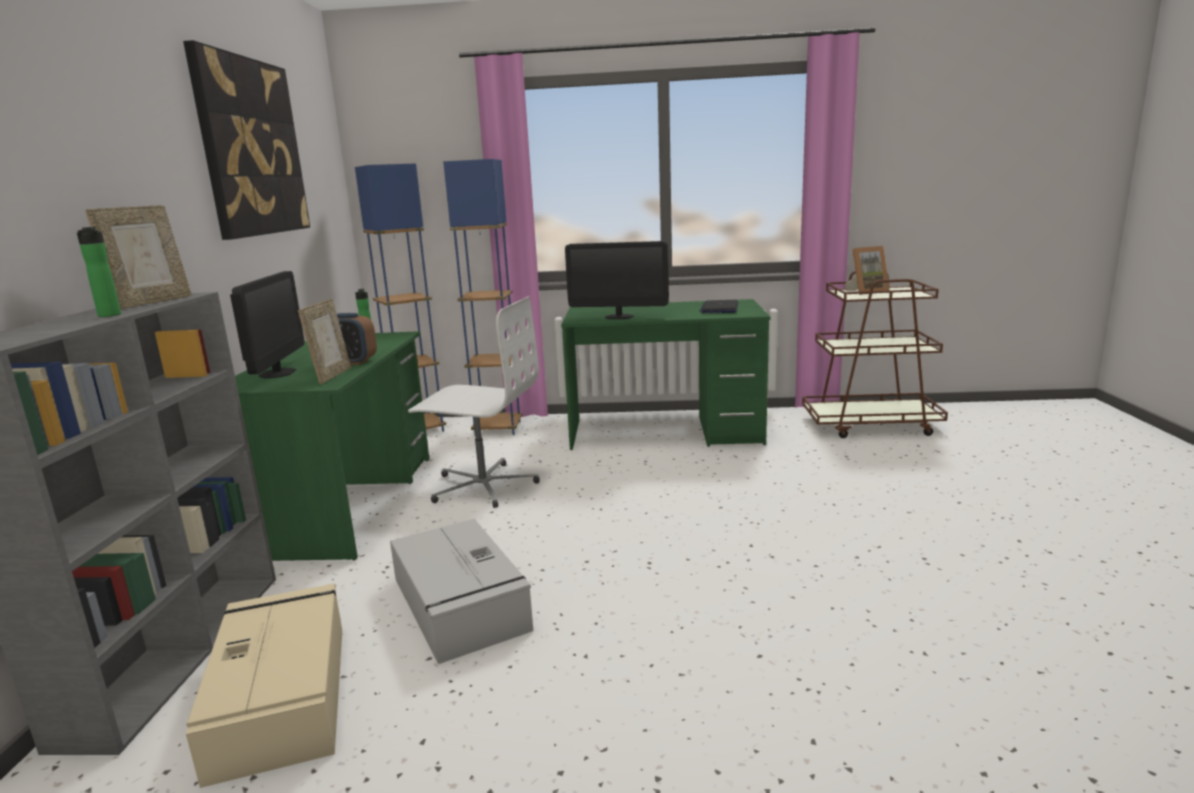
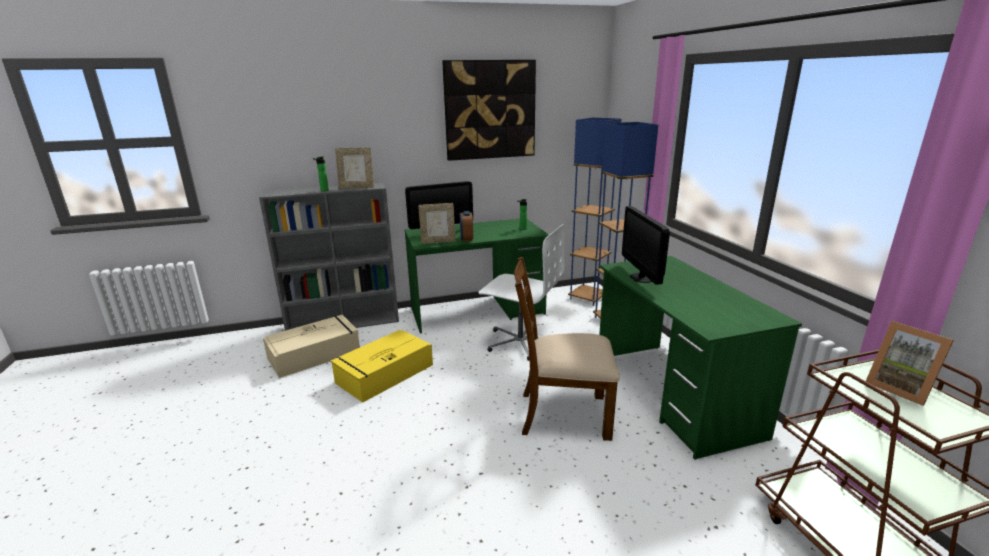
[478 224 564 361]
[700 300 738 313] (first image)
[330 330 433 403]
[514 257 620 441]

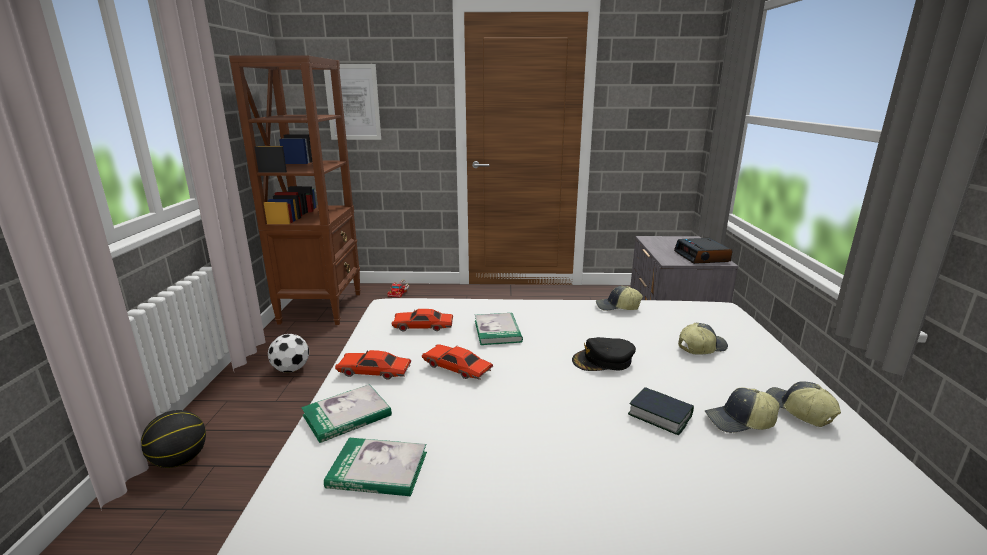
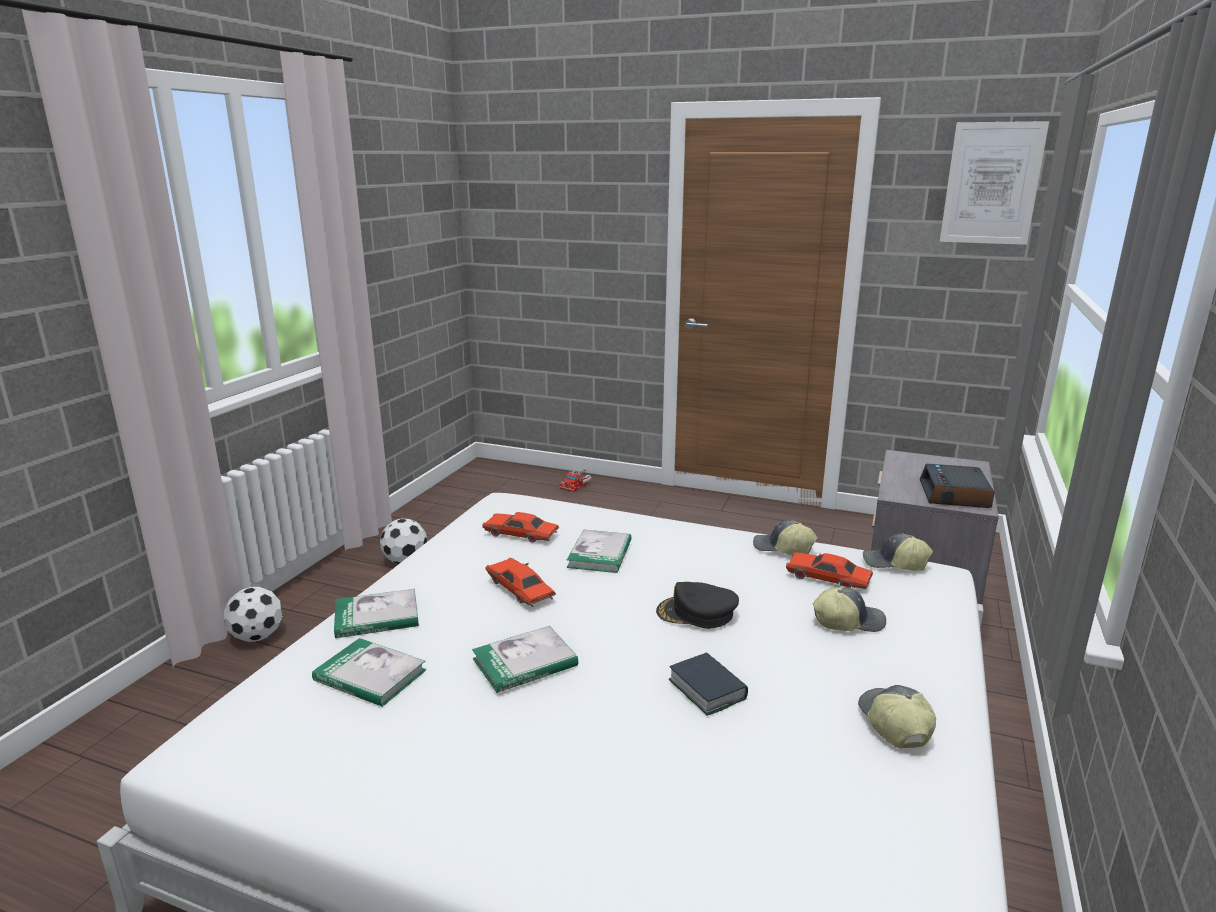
[229 55 361 325] (first image)
[940 121 1049 245]
[786 552 873 589]
[863 534 933 571]
[224 587 283 642]
[472 626 578 693]

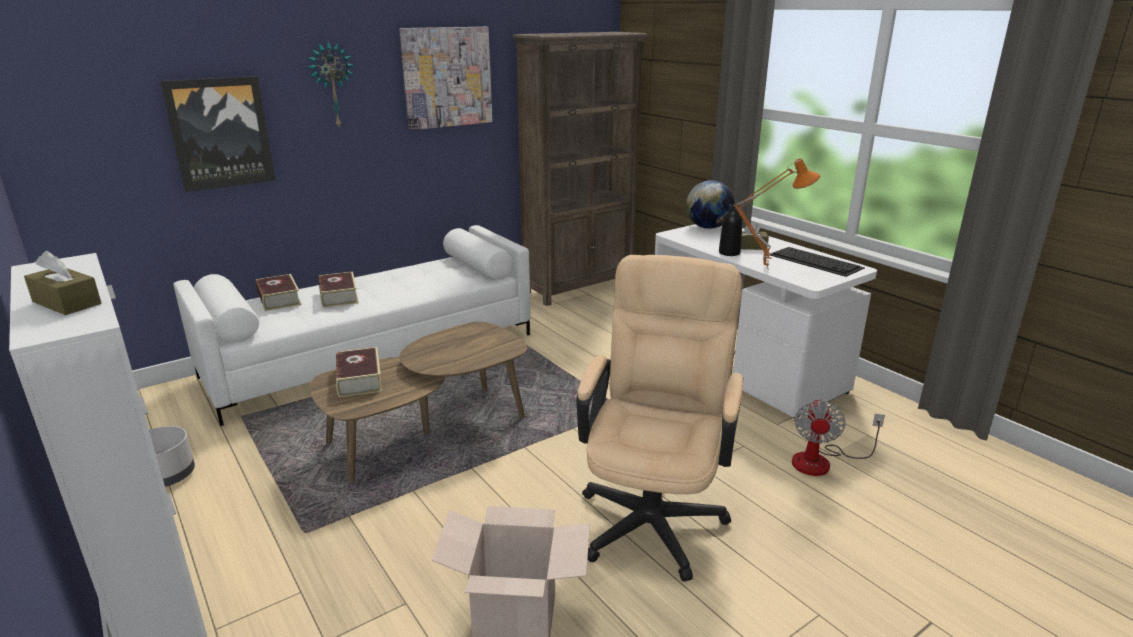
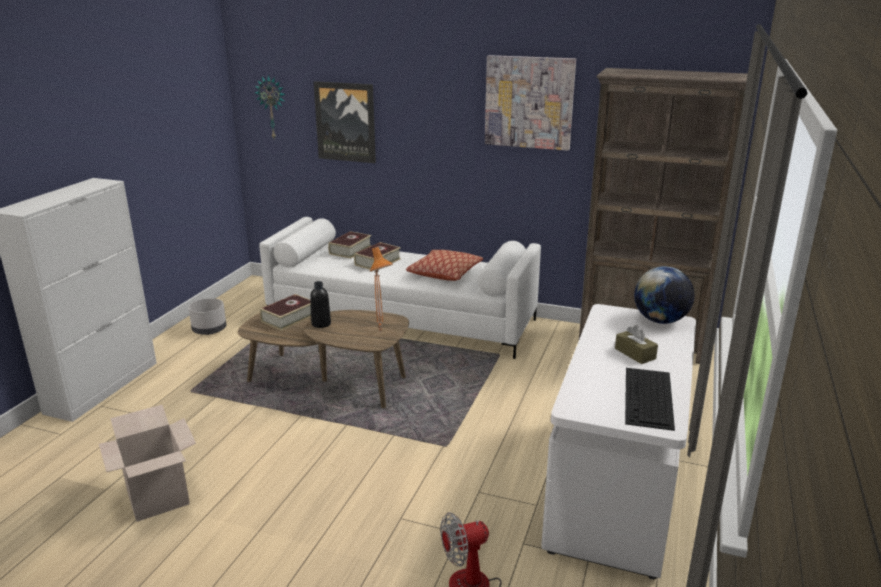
[255 75 285 138]
[370 247 393 334]
[310 281 331 328]
[24 251 101 315] (first image)
[576 255 743 582] (first image)
[406 250 483 281]

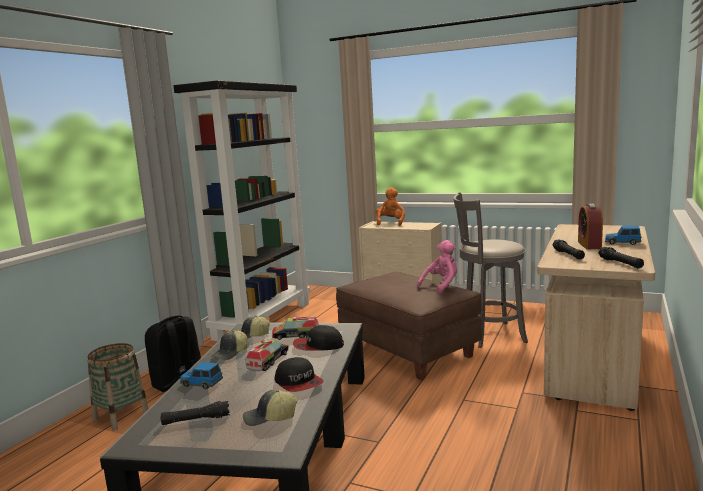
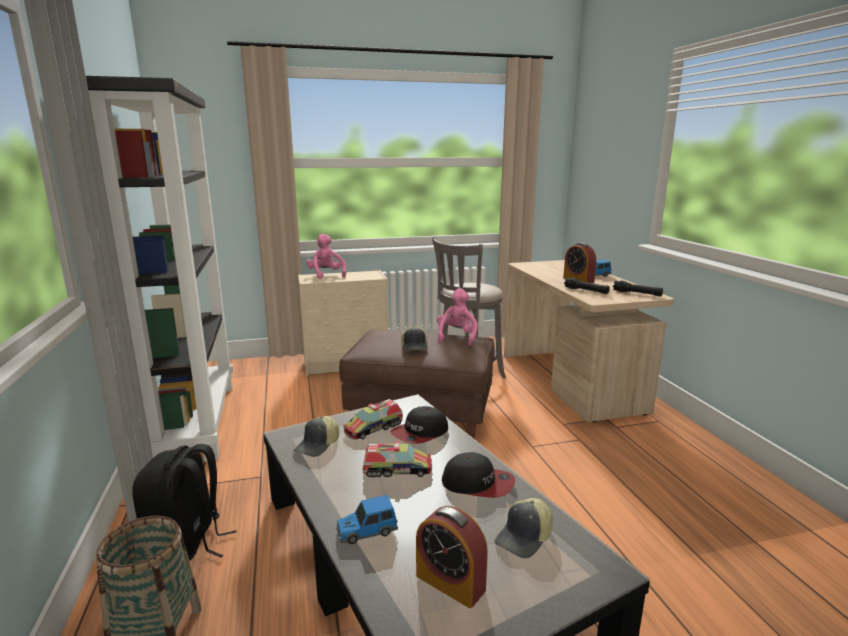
[306 234 346 279]
[401 326 428 352]
[362 441 432 477]
[416 506 488 608]

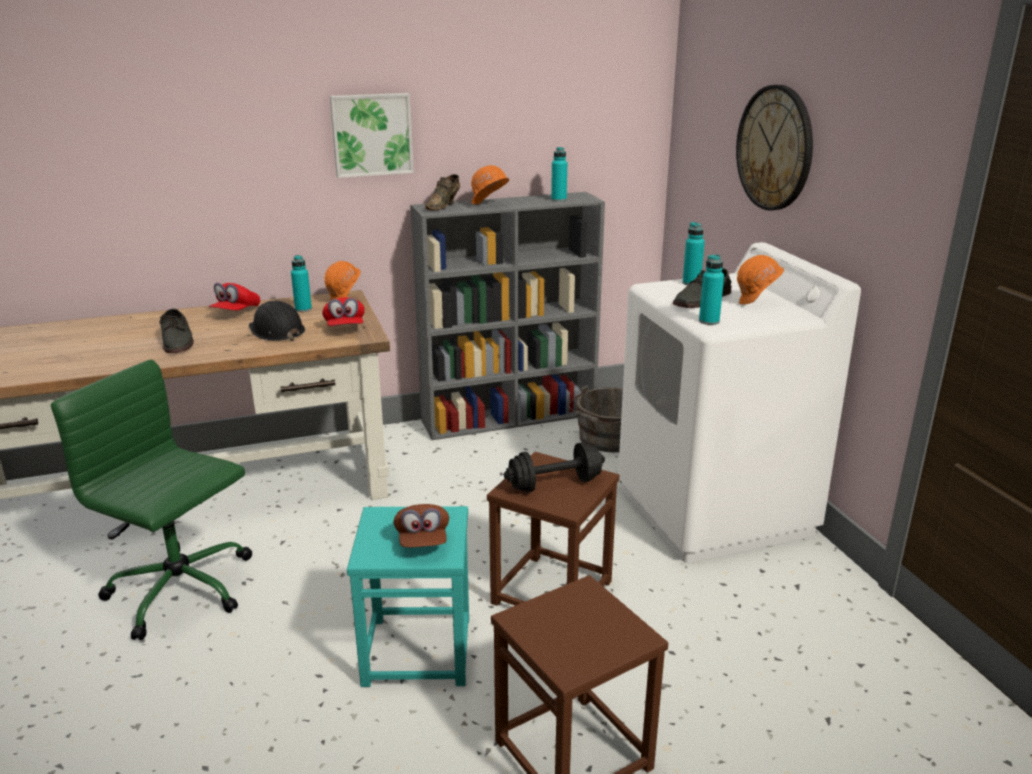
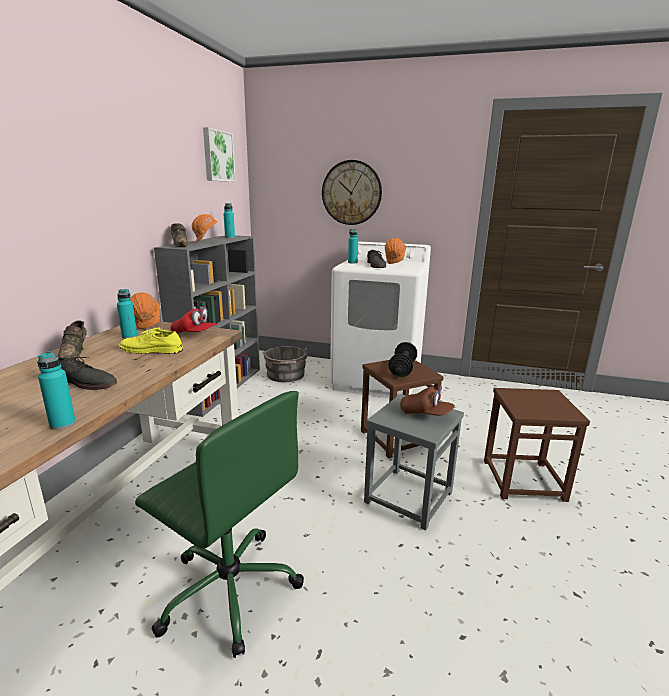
[203 127 236 182]
[37 351 76 430]
[58 321 87 358]
[119 328 183 354]
[135 391 304 658]
[364 394 464 531]

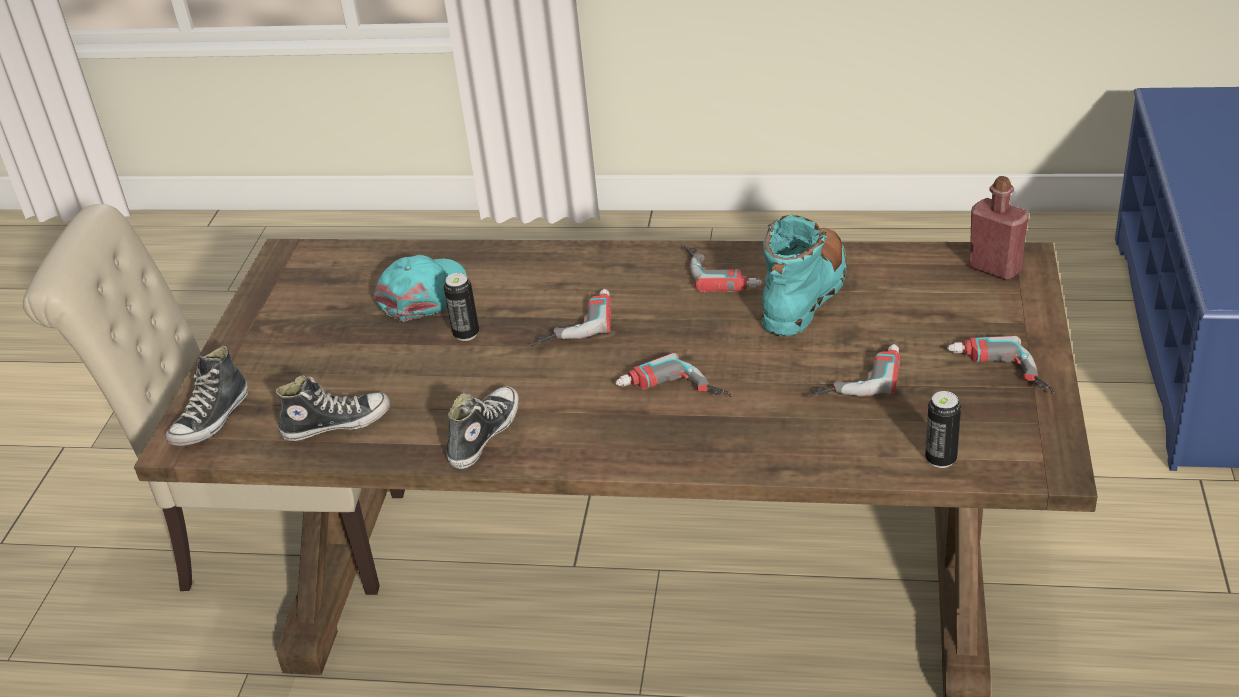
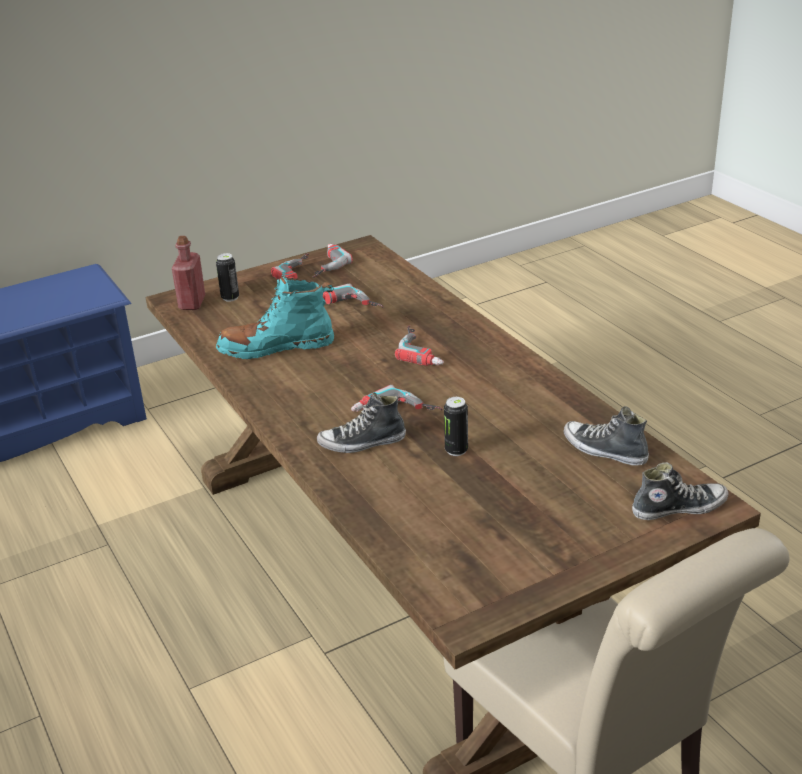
[313 244 353 278]
[374 255 467 322] (first image)
[317 393 406 453]
[216 253 239 302]

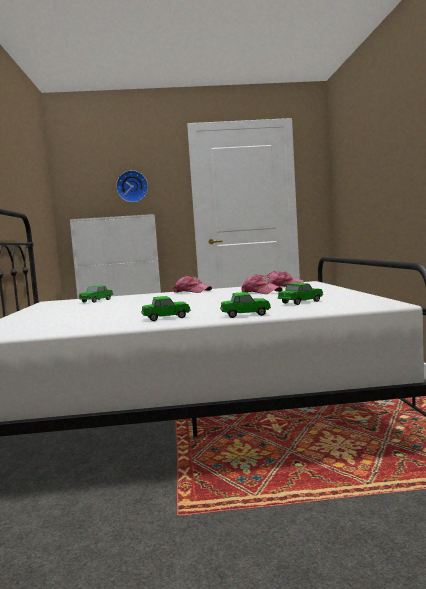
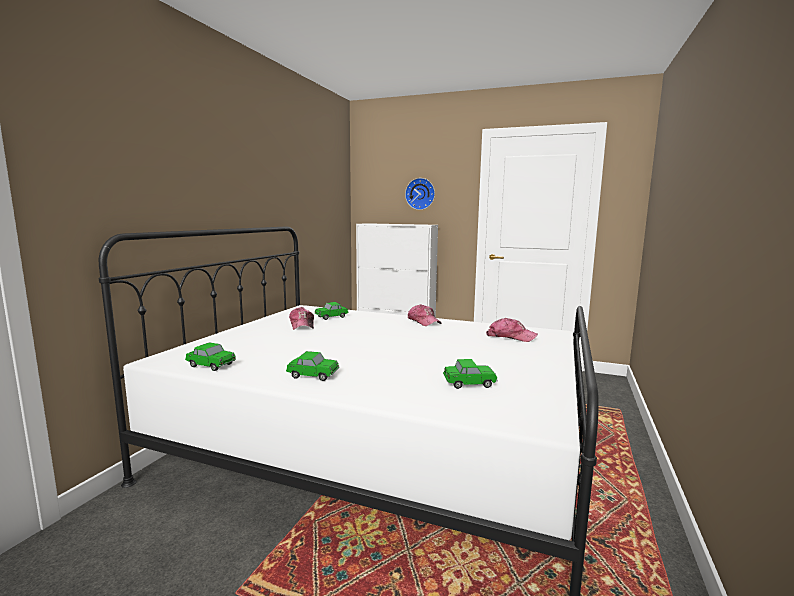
[289 307 314 330]
[185 342 236 371]

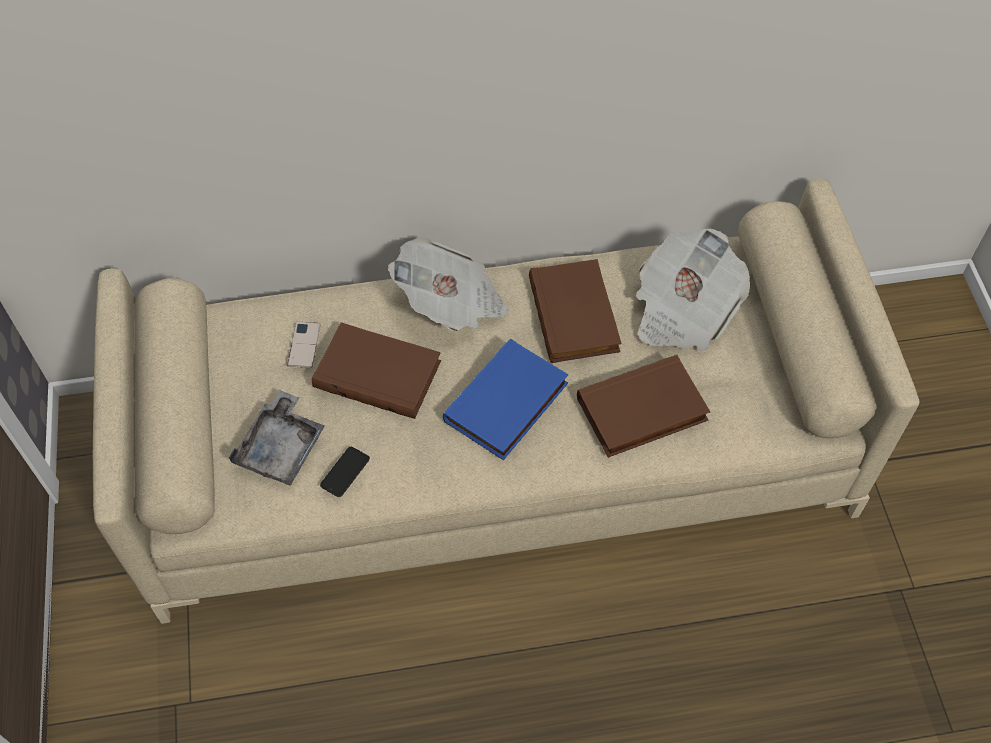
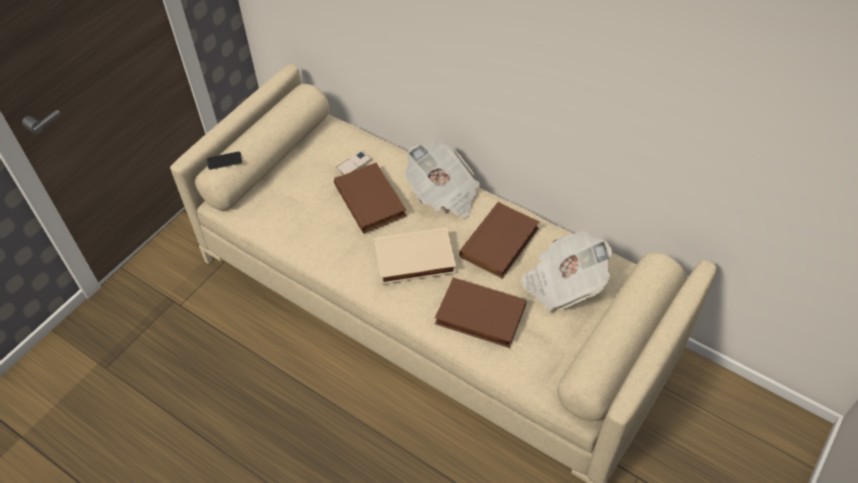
[374 227 456 284]
[229 390 325 486] (first image)
[207 152 242 170]

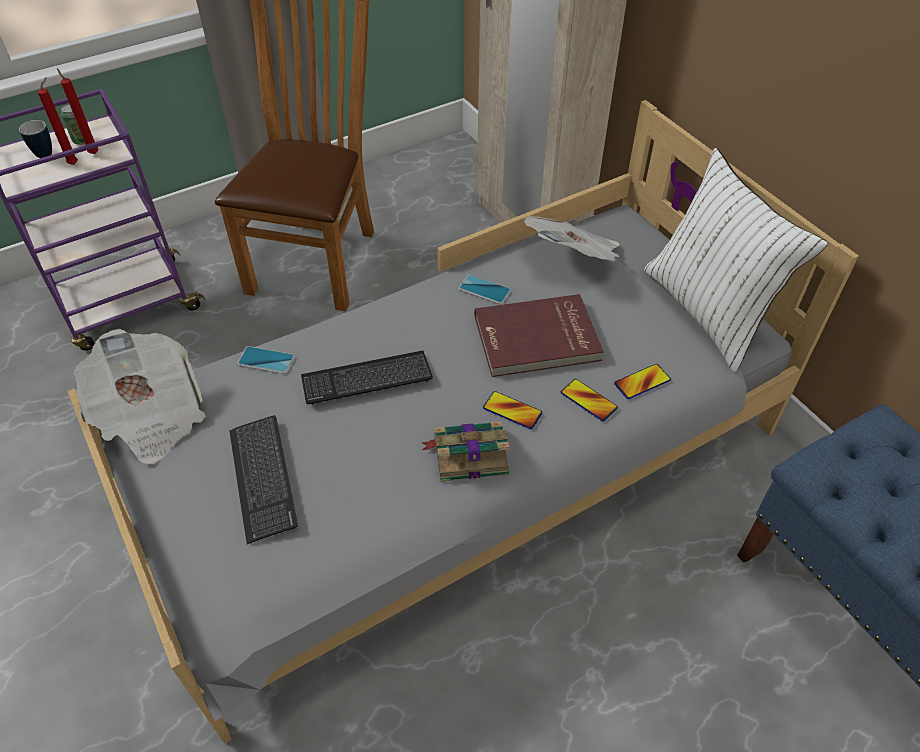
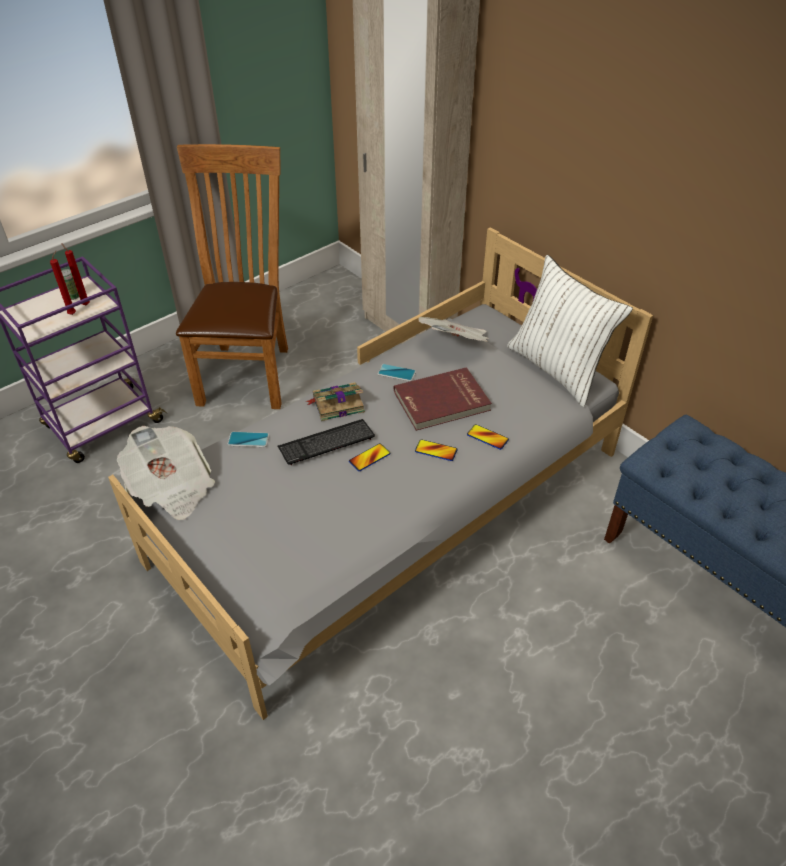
[19 120 52 158] (first image)
[349 443 391 471]
[229 415 298 544] (first image)
[306 382 365 421]

